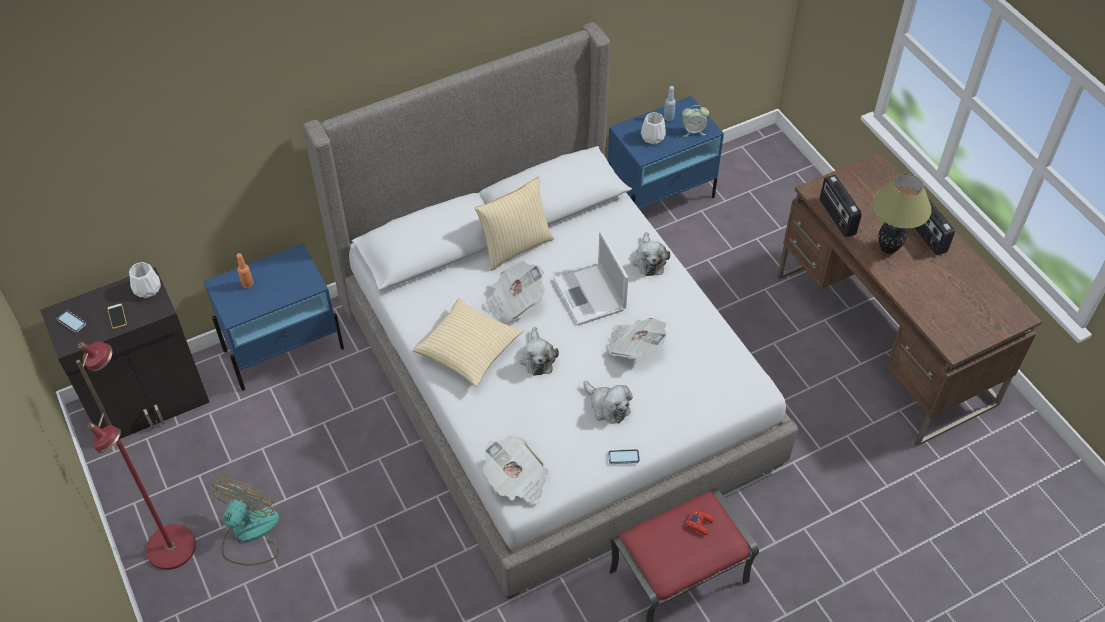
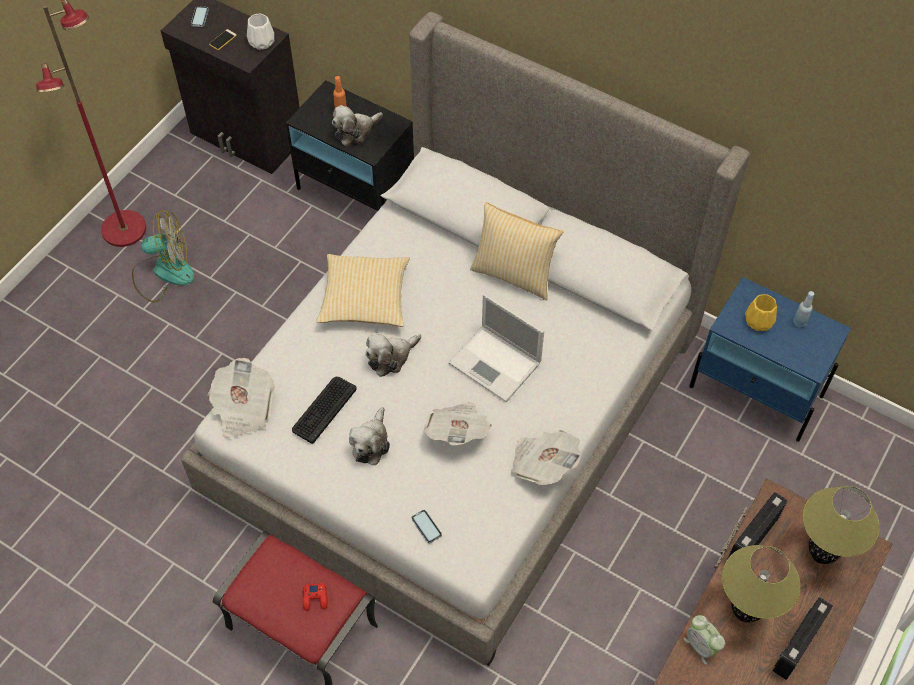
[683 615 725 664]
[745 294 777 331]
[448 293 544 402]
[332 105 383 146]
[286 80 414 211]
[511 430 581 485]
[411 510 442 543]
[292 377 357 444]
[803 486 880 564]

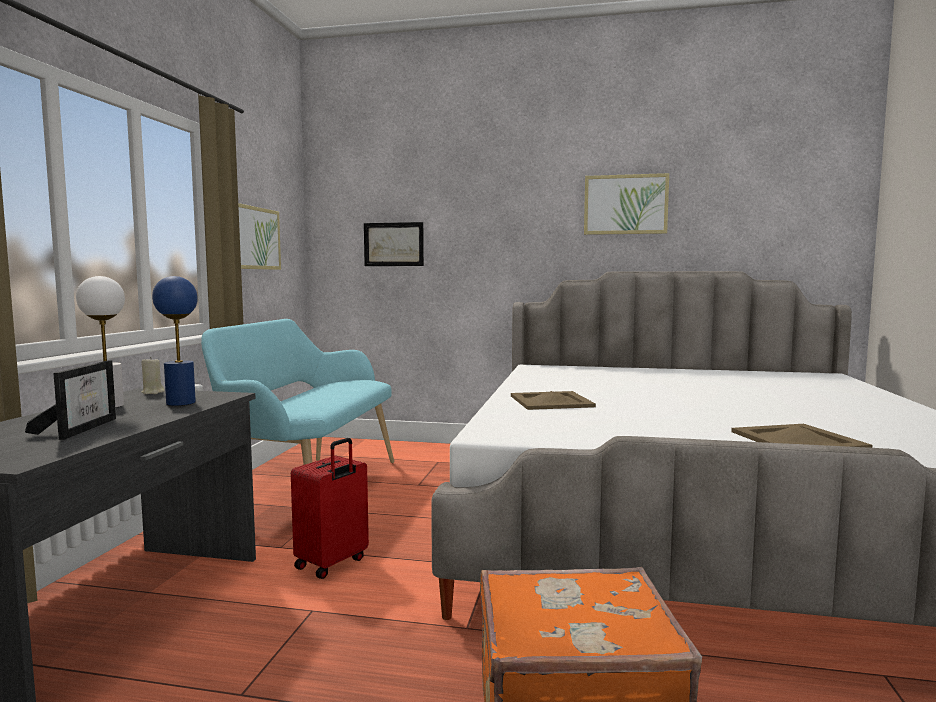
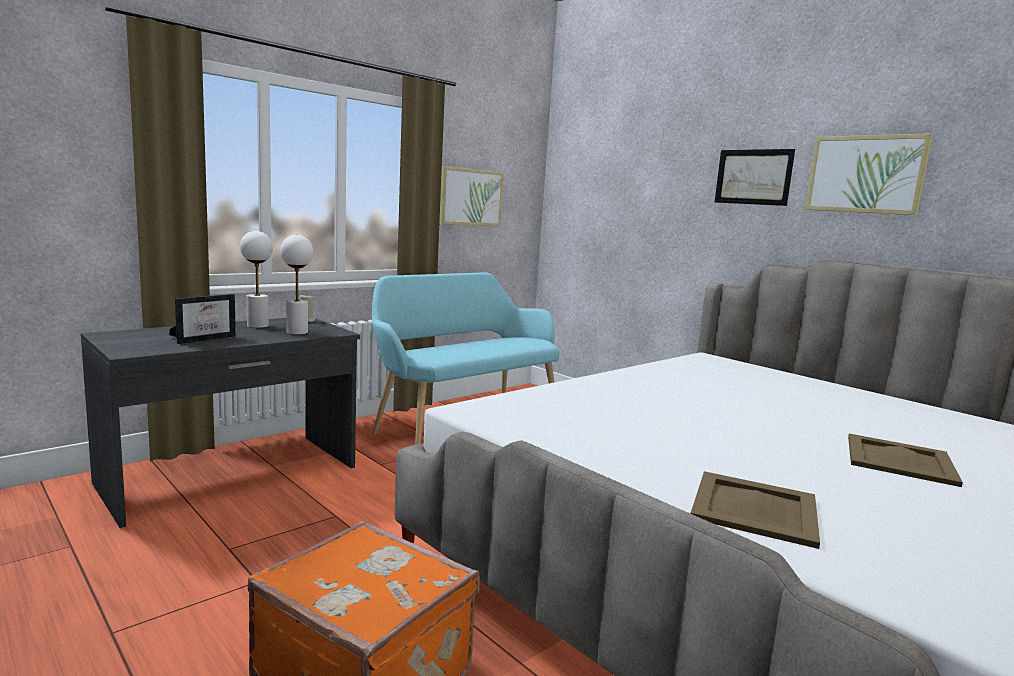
[715 149 795 206]
[280 235 313 335]
[848 434 963 487]
[291 438 369 579] (first image)

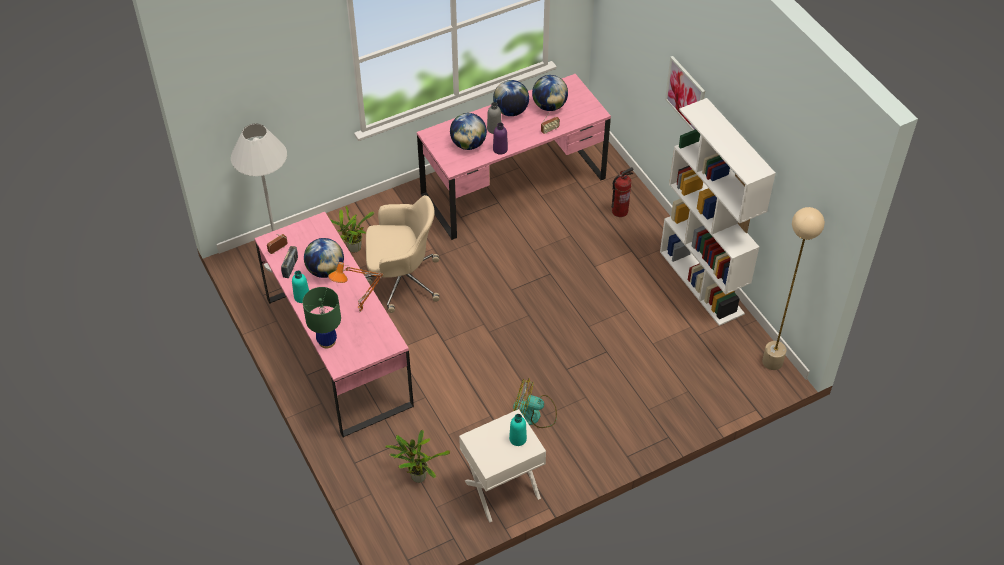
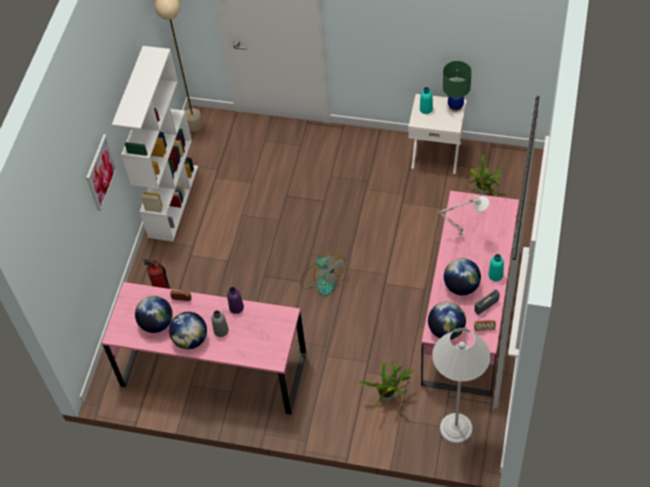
[428 302 466 339]
[365 195 439 313] (first image)
[438 196 489 237]
[443 61 472 112]
[300 252 346 296]

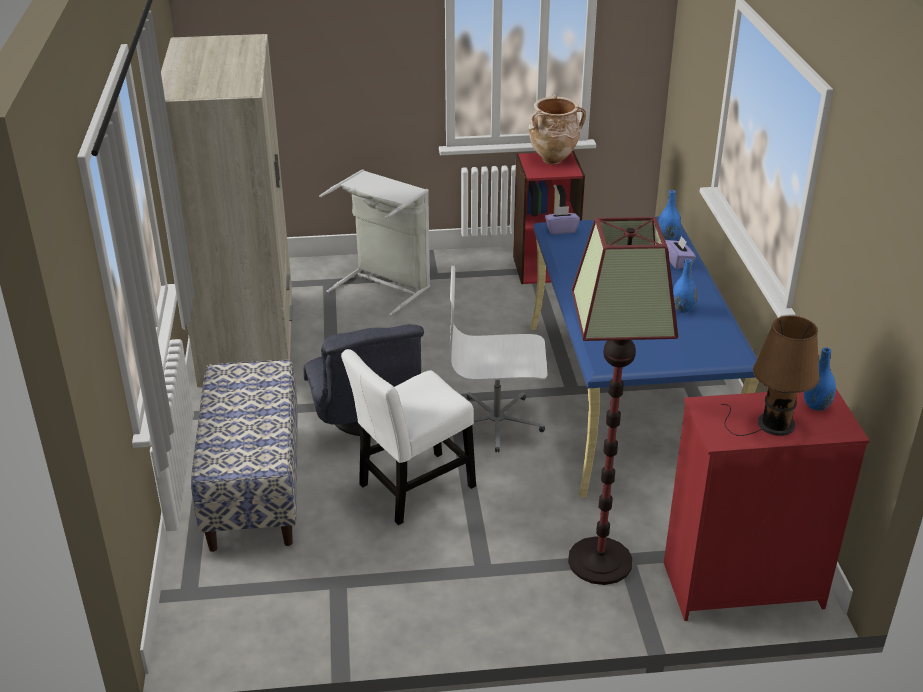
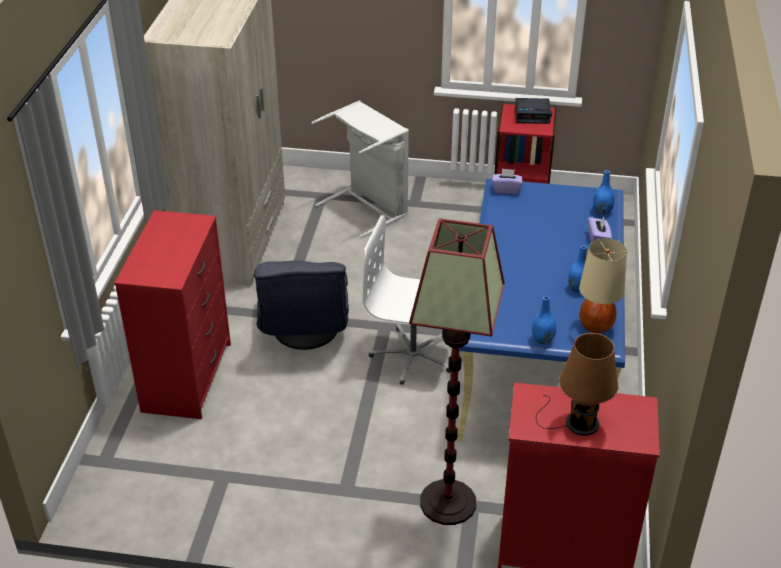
[515 98 552 124]
[532 296 556 345]
[341 349 476 525] (first image)
[114 210 231 419]
[579 238 627 333]

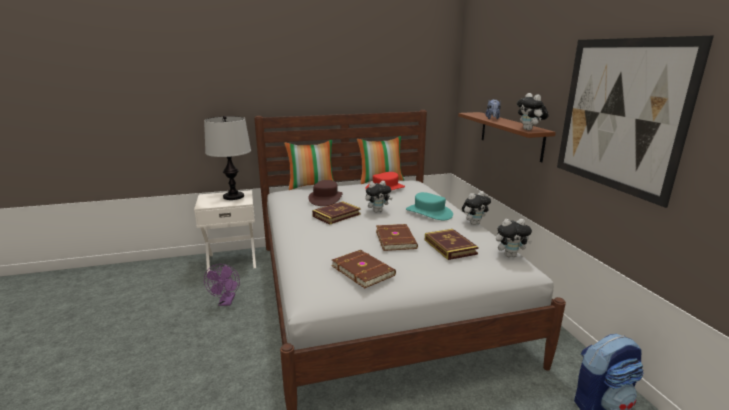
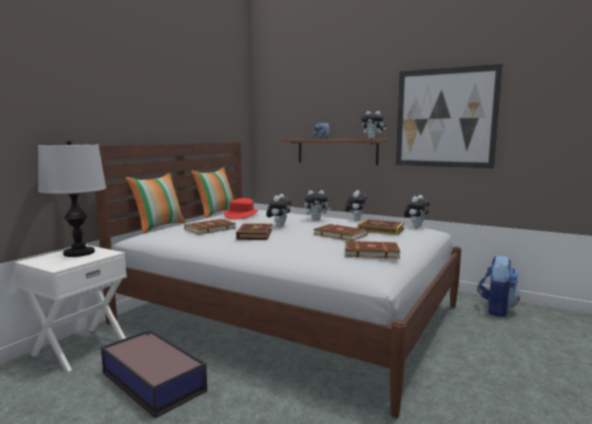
[184 219 236 235]
[304 190 331 220]
[101 329 207 418]

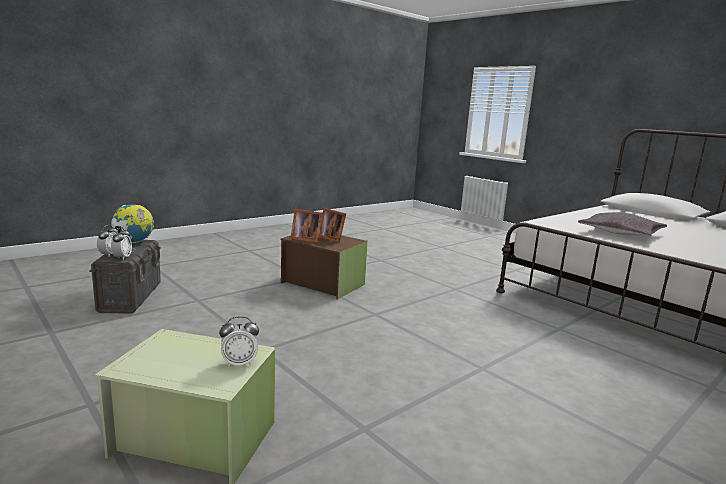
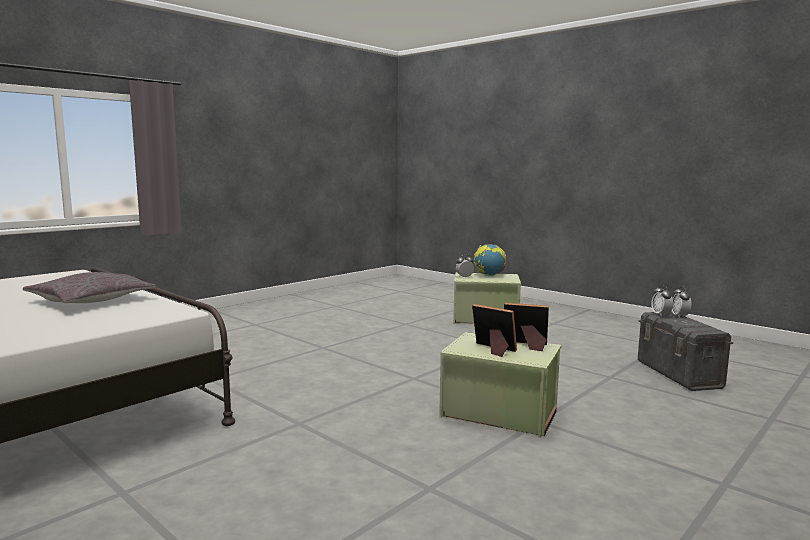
[474 244 506 276]
[439 332 562 438]

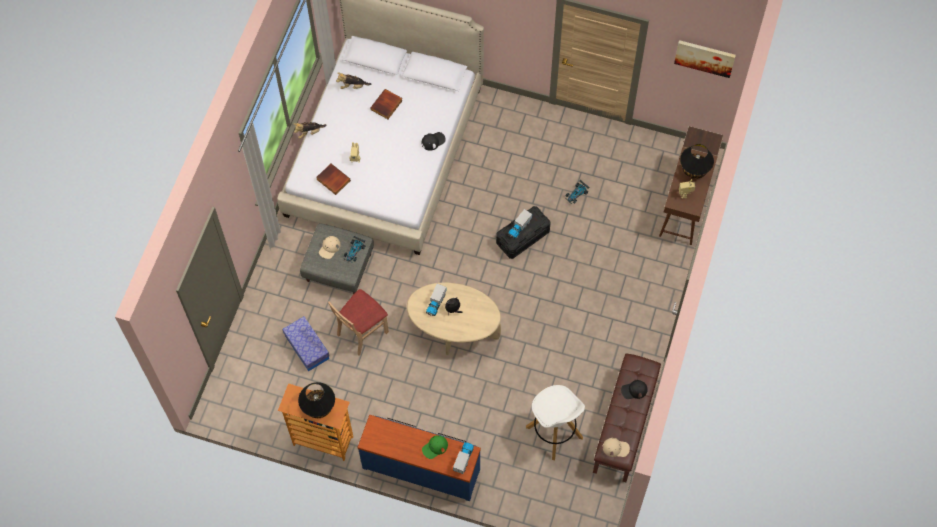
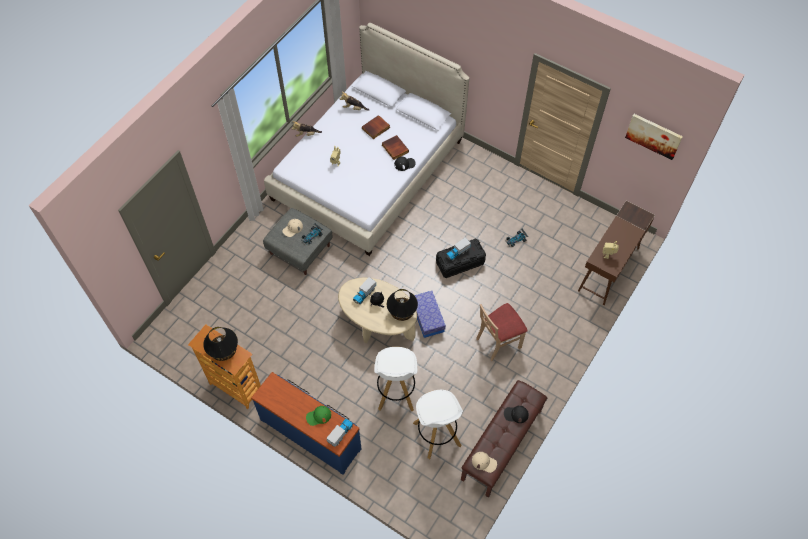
[387 289 418 321]
[382 135 409 160]
[476 303 528 361]
[414 291 446 338]
[374 347 417 411]

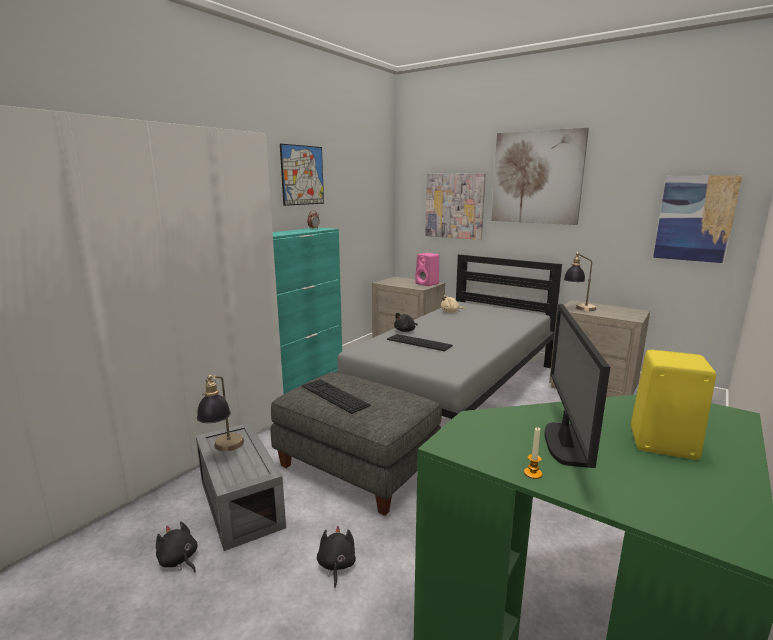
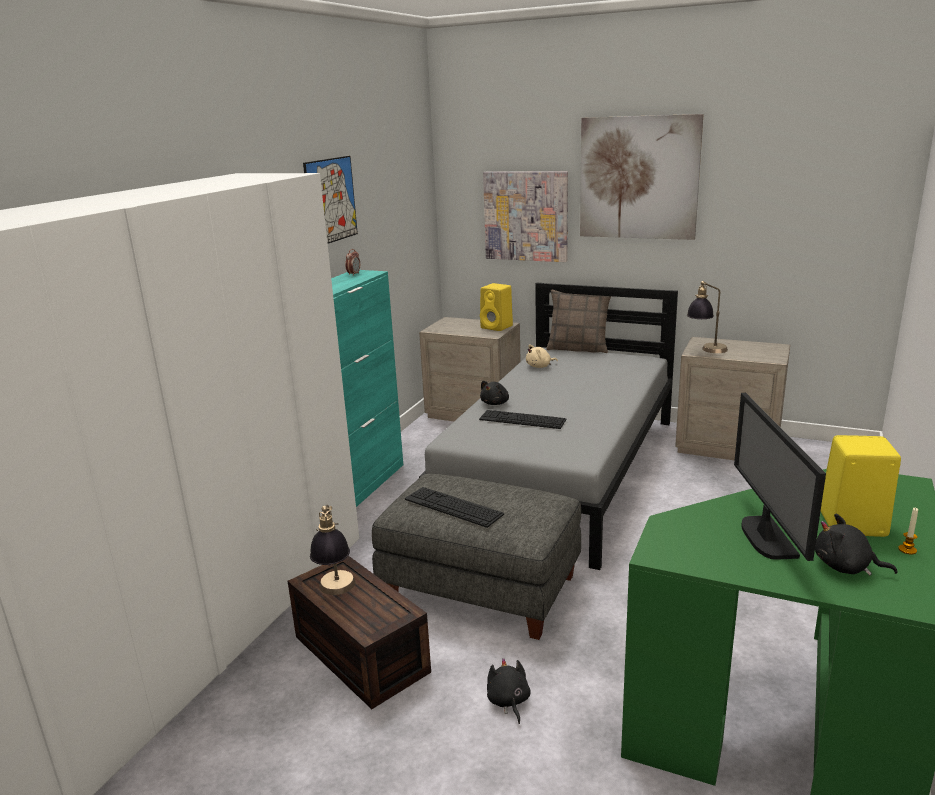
[653 175 742 263] (first image)
[480 283 513 331]
[288 556 431 709]
[898 508 918 555]
[815 514 898 576]
[546 289 611 353]

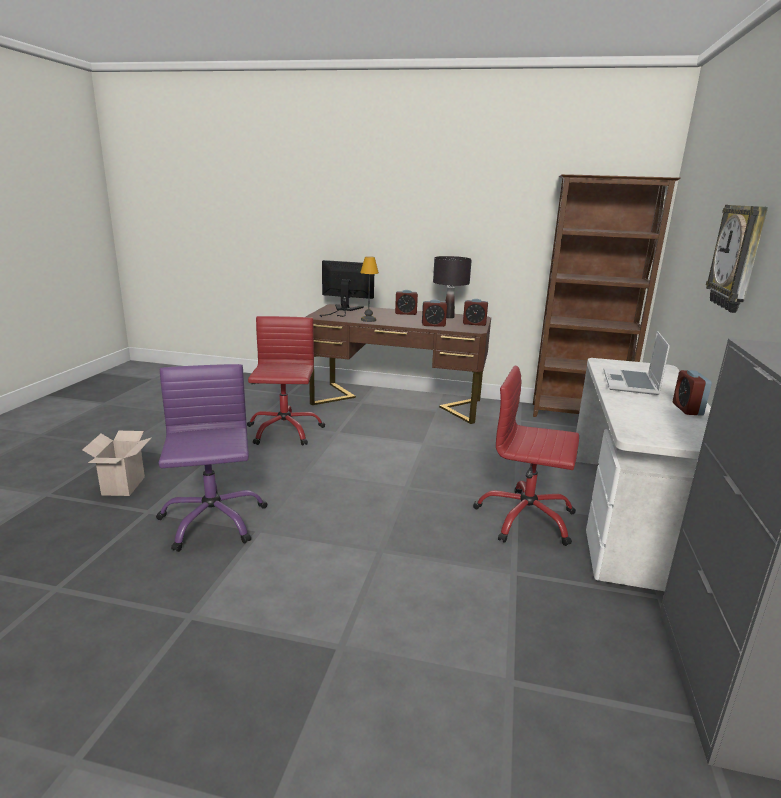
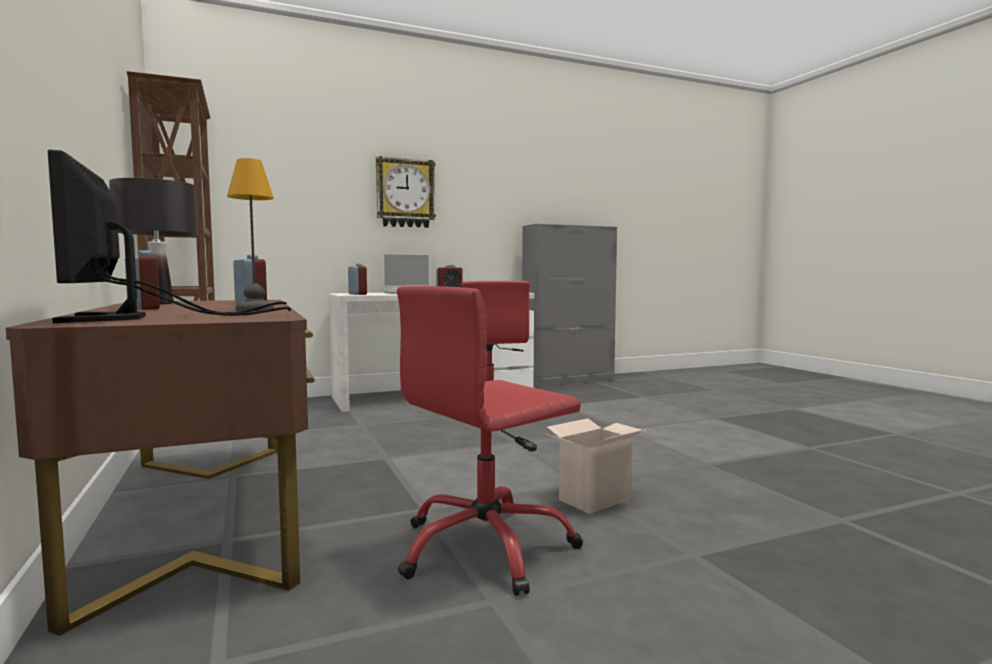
[348 263 367 295]
[156 364 267 552] (first image)
[545 418 647 514]

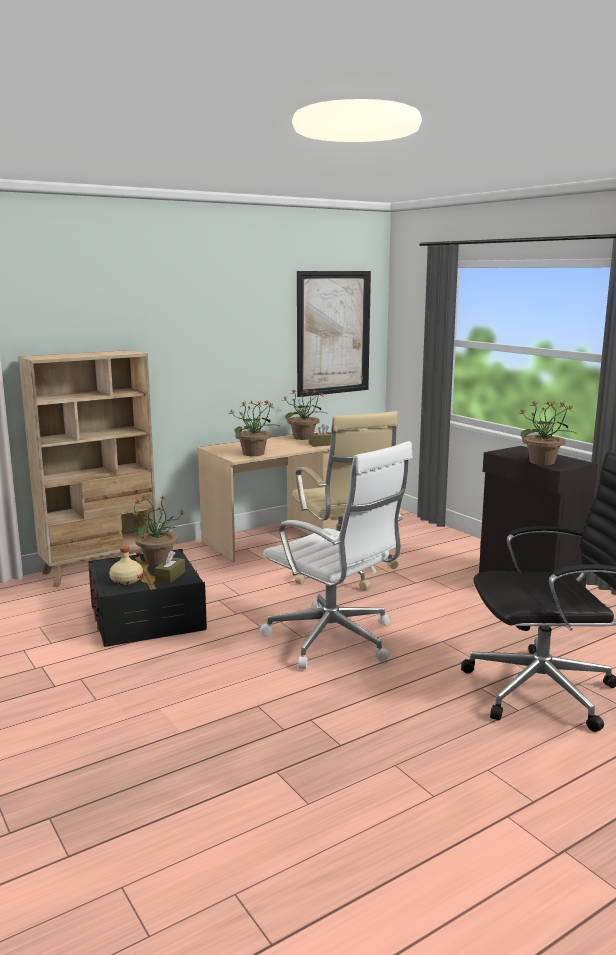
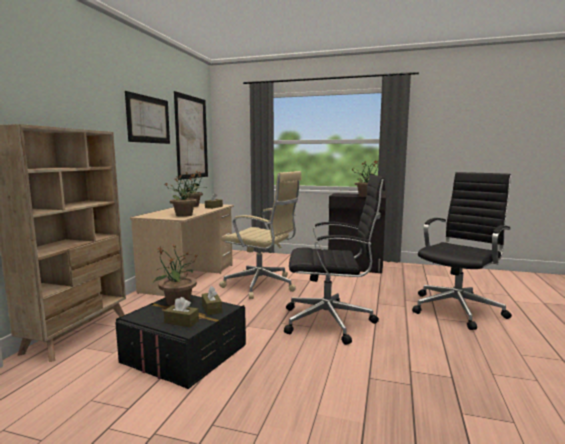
[284 174 385 345]
[164 297 199 327]
[125 91 170 144]

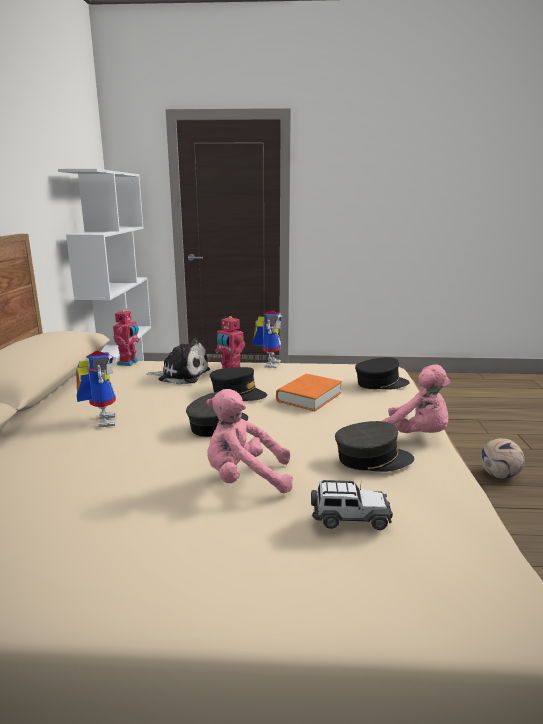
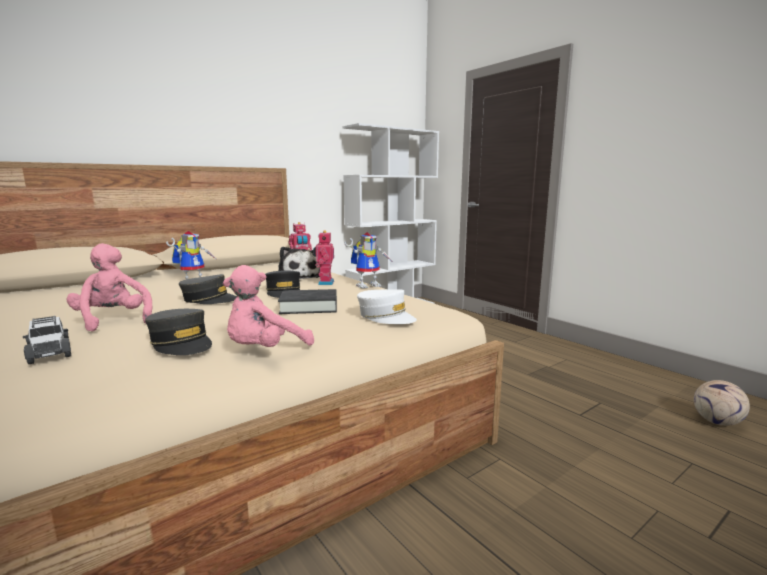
[357 289 417 324]
[223 265 314 347]
[278 289 337 314]
[694 380 750 426]

